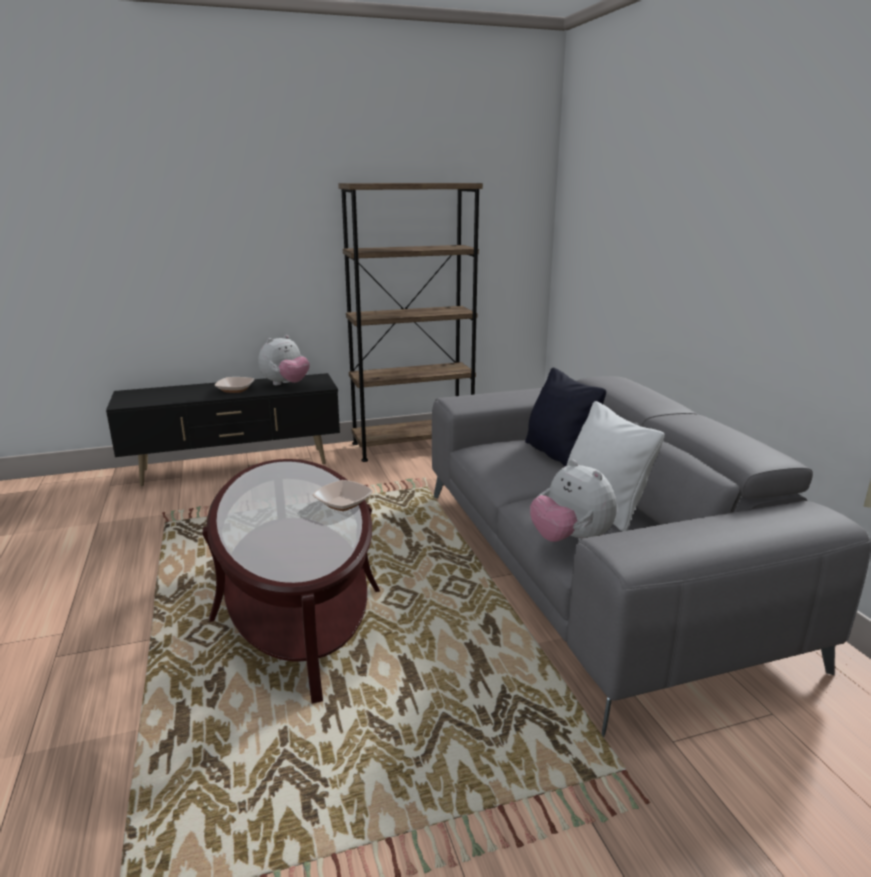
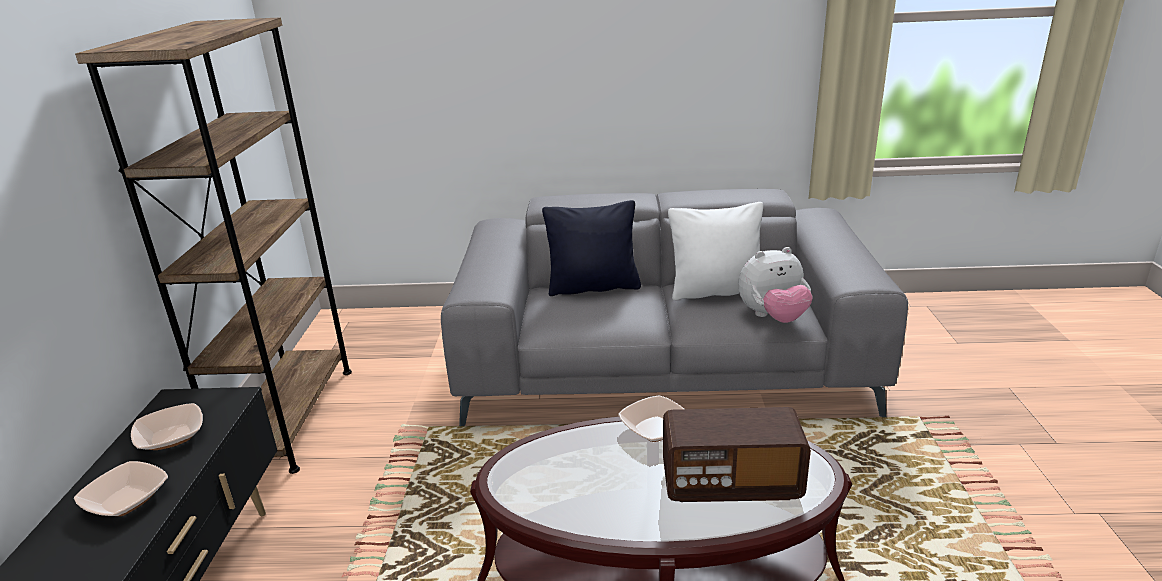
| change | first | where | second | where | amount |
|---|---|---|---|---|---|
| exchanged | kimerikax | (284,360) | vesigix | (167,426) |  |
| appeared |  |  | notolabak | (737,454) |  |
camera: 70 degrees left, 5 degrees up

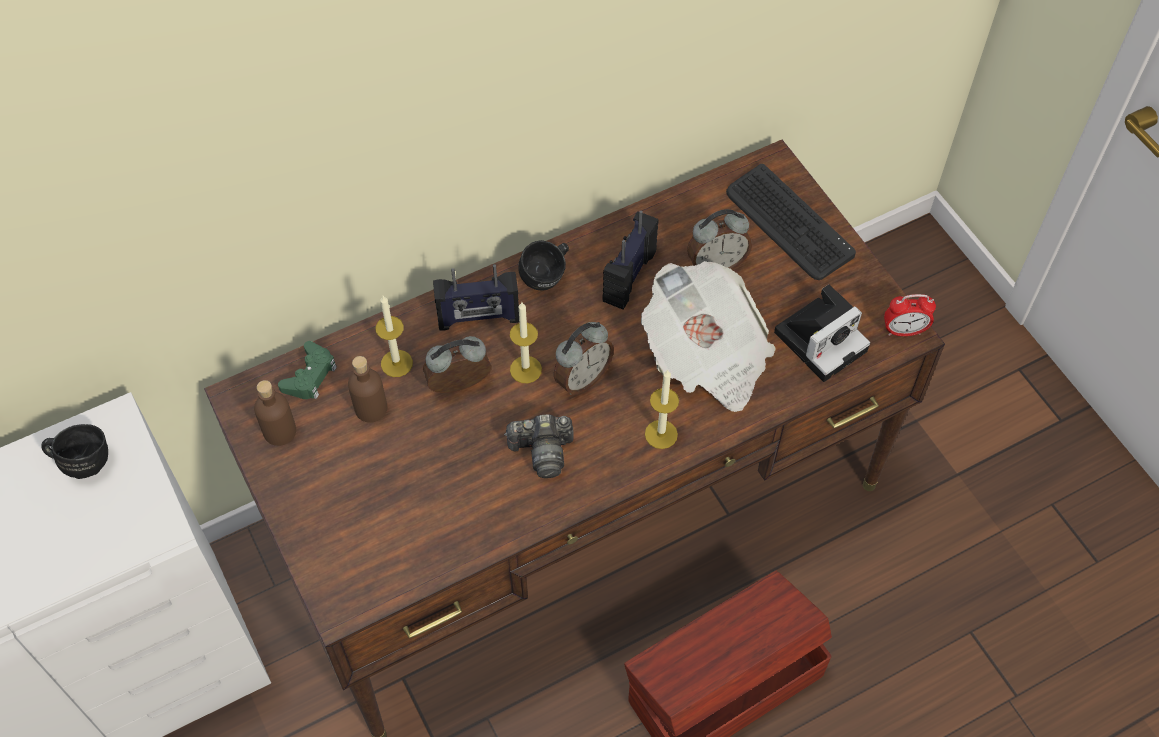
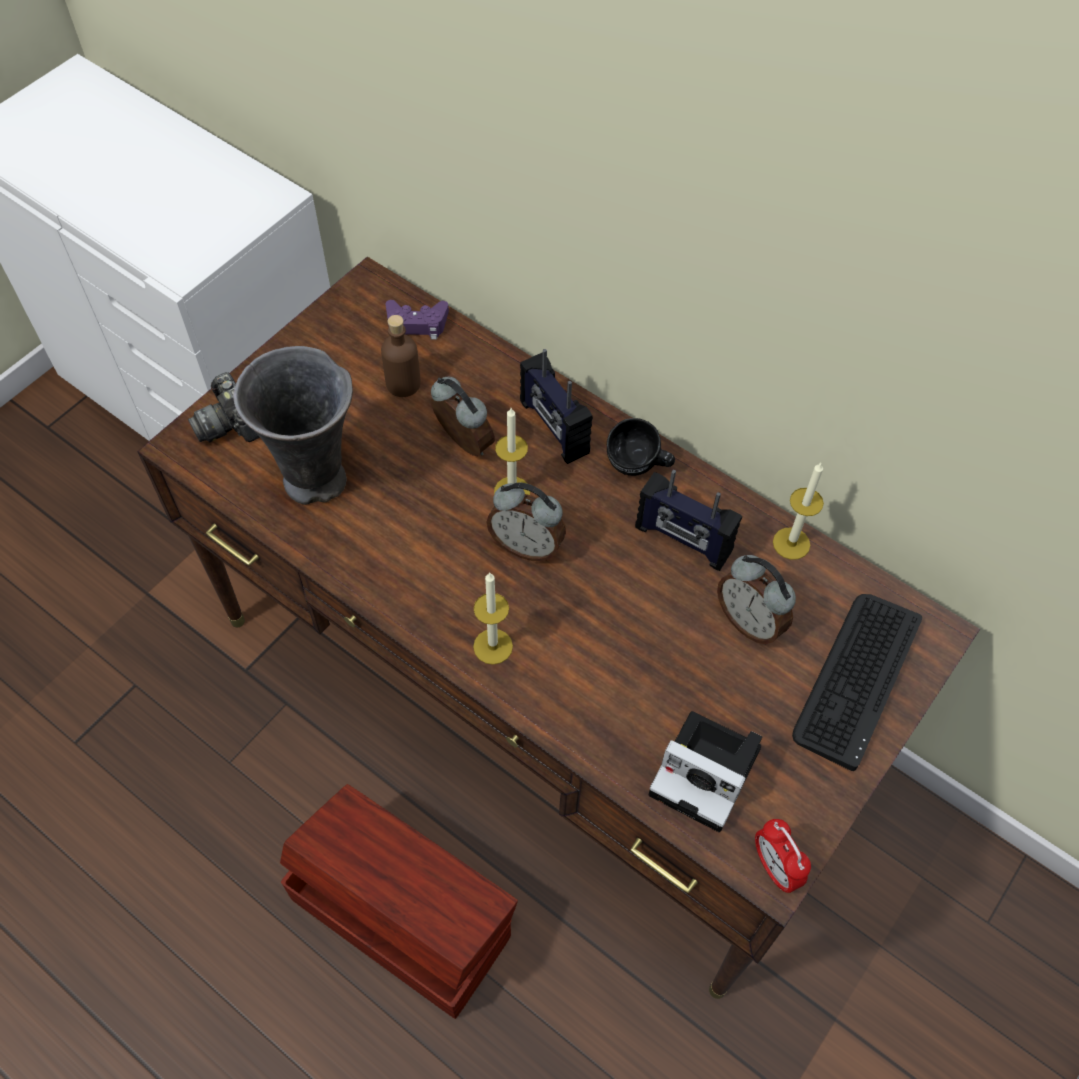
| change | first | where | second | where | amount |
|---|---|---|---|---|---|
| missing | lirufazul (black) | (74,451) |  |  |  |
| missing | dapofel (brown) | (275,413) |  |  |  |
| colour | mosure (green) | (307,370) | mosure (purple) | (417,320) |  |
| relocated | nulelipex | (394,336) |  | (798,511) |  |
| relocated | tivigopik | (539,446) |  | (224,407) |  |
| spun | notolabak | (630,259) |  | (688,520) | 150 degrees counterclockwise |
| missing | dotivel | (708,336) |  |  |  |
| appeared |  |  | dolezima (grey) | (293,425) |  |
camera: 65 degrees right, 0 degrees up

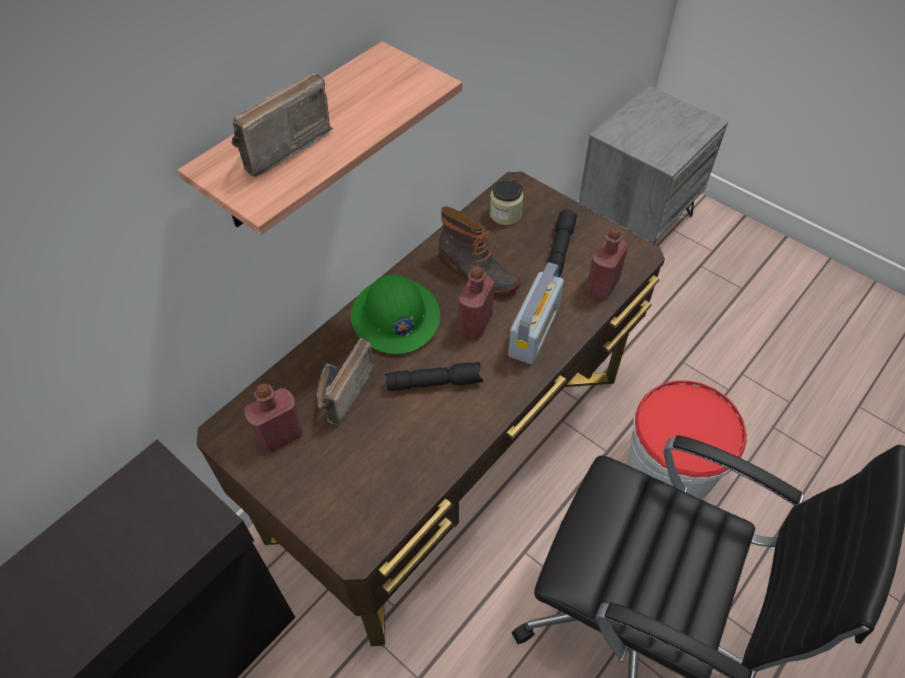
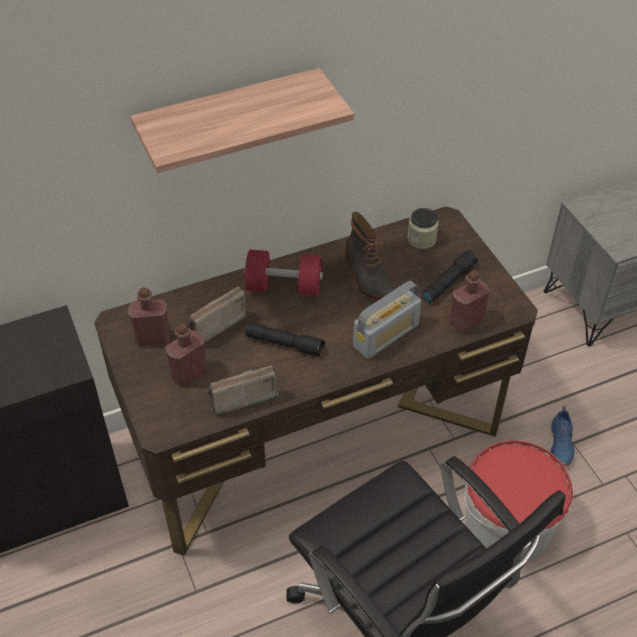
| change | first | where | second | where | amount |
|---|---|---|---|---|---|
| relocated | notolabak | (282,125) |  | (243,390) |  |
| exchanged | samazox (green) | (395,314) | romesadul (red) | (283,273) |  |
| relocated | dapofel (red) | (476,302) |  | (186,355) |  |
| appeared |  |  | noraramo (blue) | (562,436) |  |
camera: 25 degrees right, 5 degrees down

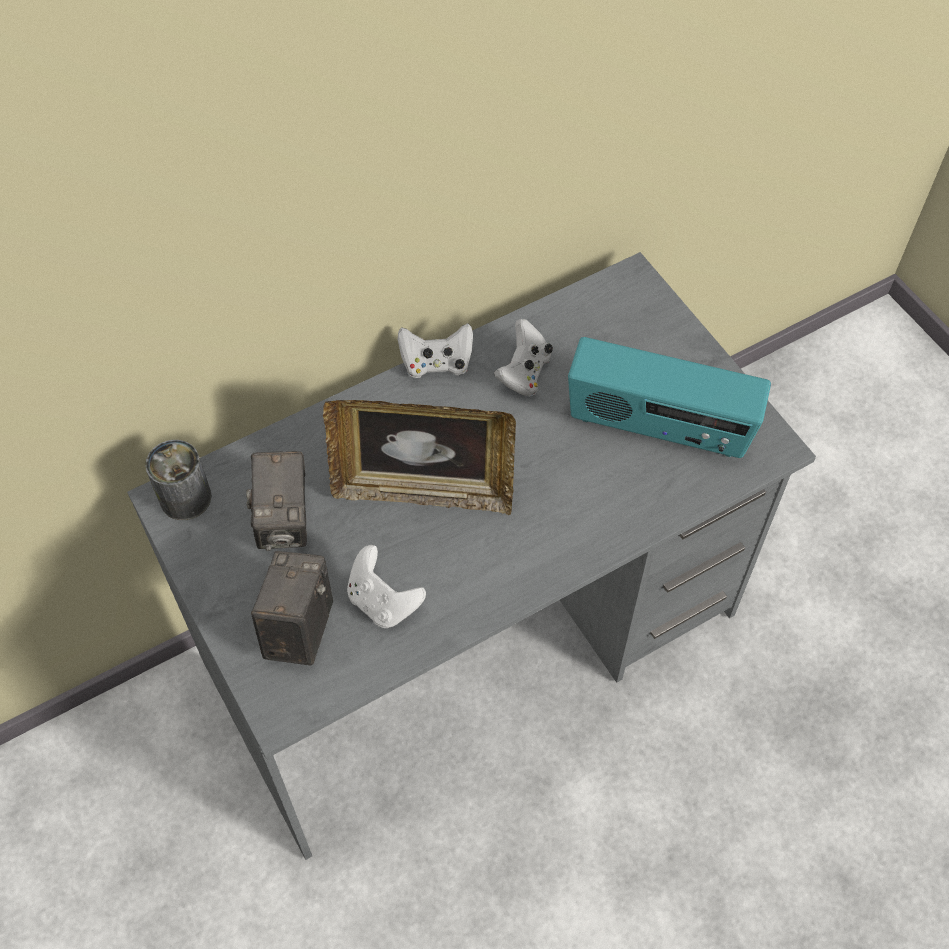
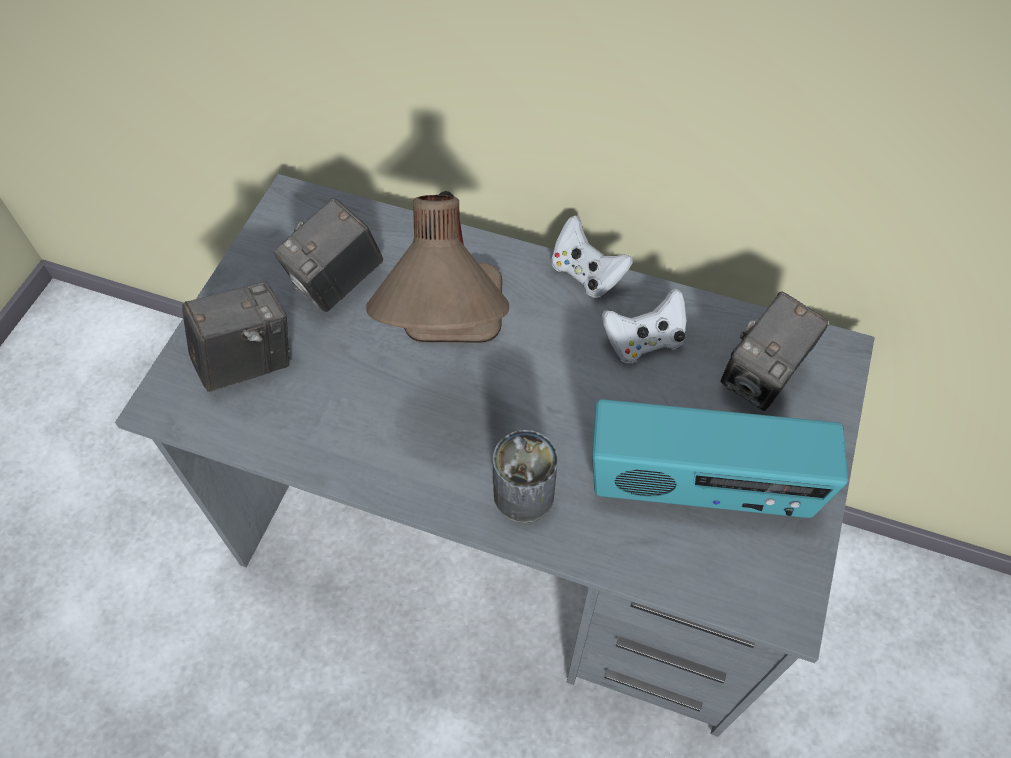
| change | first | where | second | where | amount |
|---|---|---|---|---|---|
| relocated | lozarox | (178,480) |  | (525,476) |  |
| exchanged | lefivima | (419,457) | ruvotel | (437,267) |  |
| missing | mosure (white) | (386,586) |  |  |  |
| spun | notolabak | (669,397) |  | (720,458) | 60 degrees counterclockwise |
| appeared |  |  | tivigopik | (775,351) |  |
camera: 50 degrees right, 0 degrees up

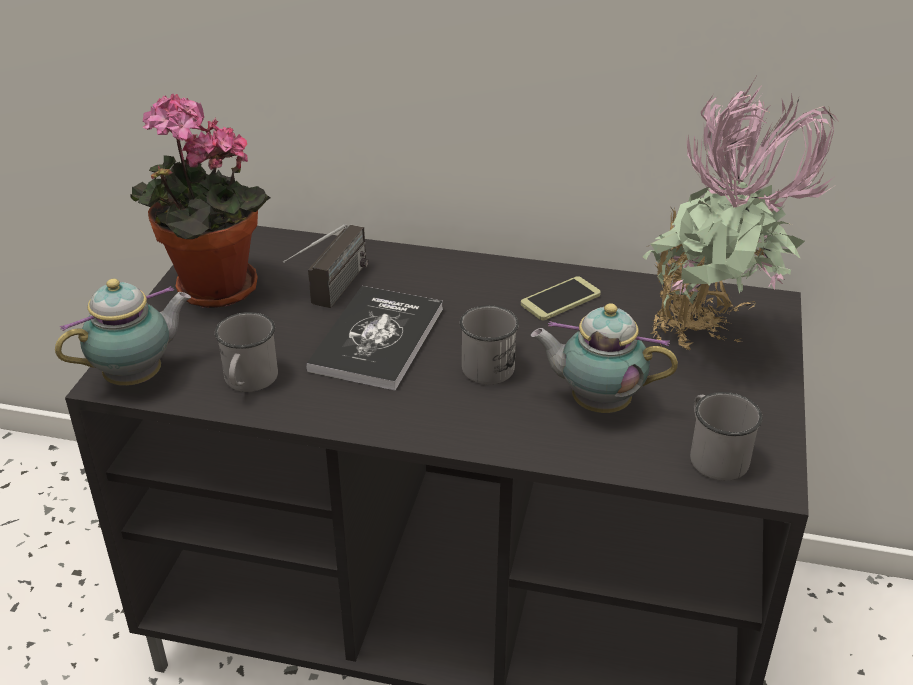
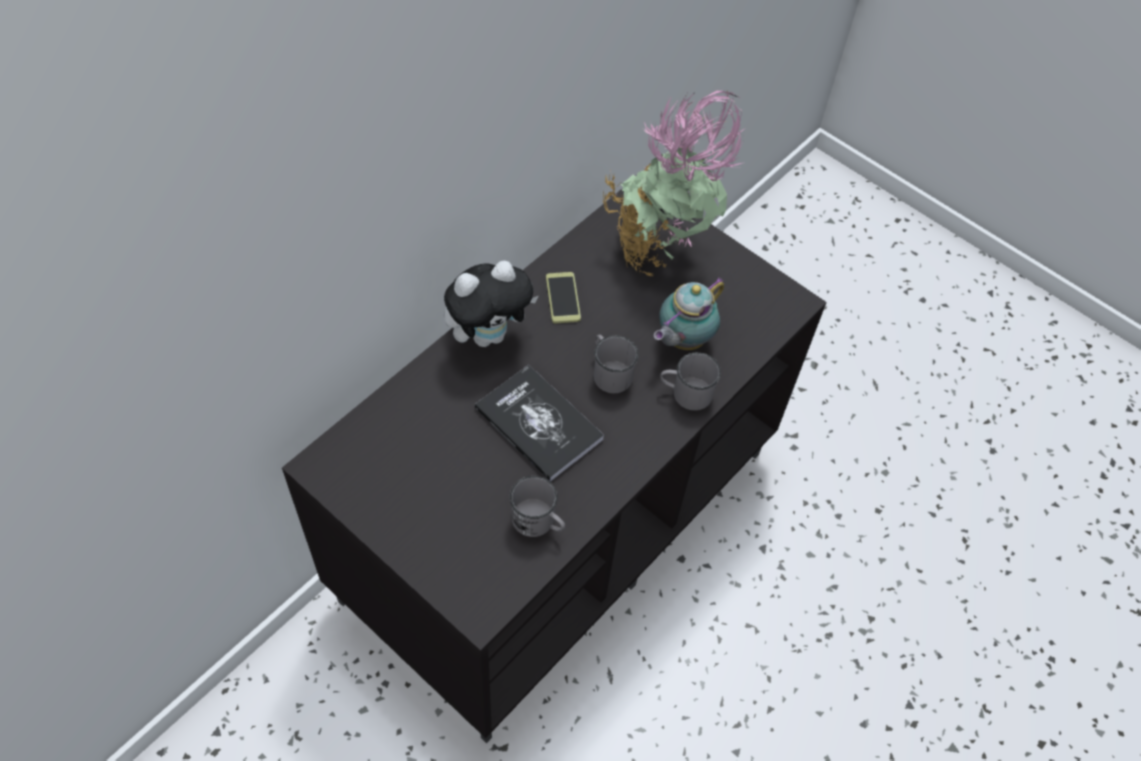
| change | first | where | second | where | amount |
|---|---|---|---|---|---|
| missing | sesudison | (123,332) |  |  |  |
| missing | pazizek | (200,201) |  |  |  |
| missing | notolabak | (326,266) |  |  |  |
| relocated | lirufazul (grey) | (726,436) |  | (690,381) |  |
| appeared |  |  | kimerikax | (491,304) |  |
camera: 65 degrees left, 20 degrees up

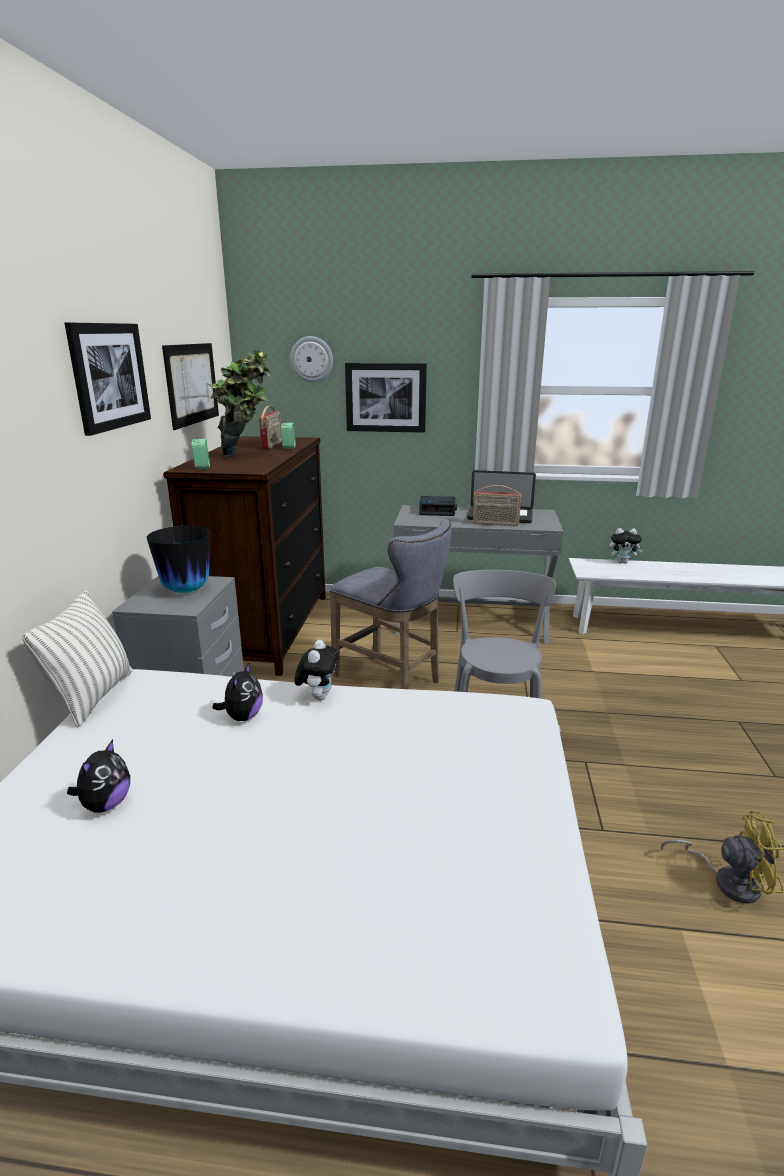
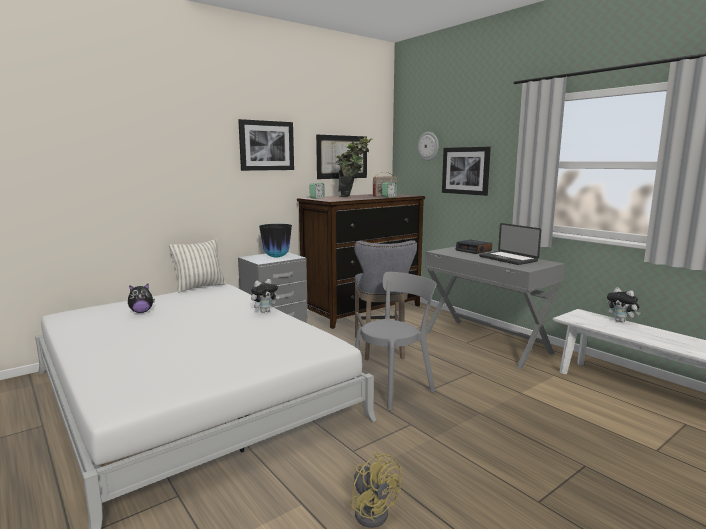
| change | first | where | second | where | amount |
|---|---|---|---|---|---|
| missing | kimerikax | (237,692) |  |  |  |
| missing | notolabak | (497,505) |  |  |  |
camera: 45 degrees right, 10 degrees down

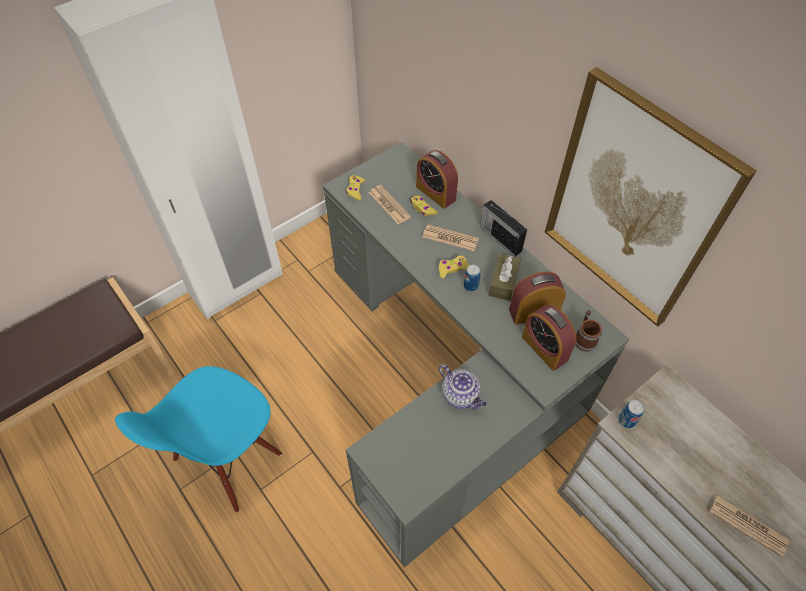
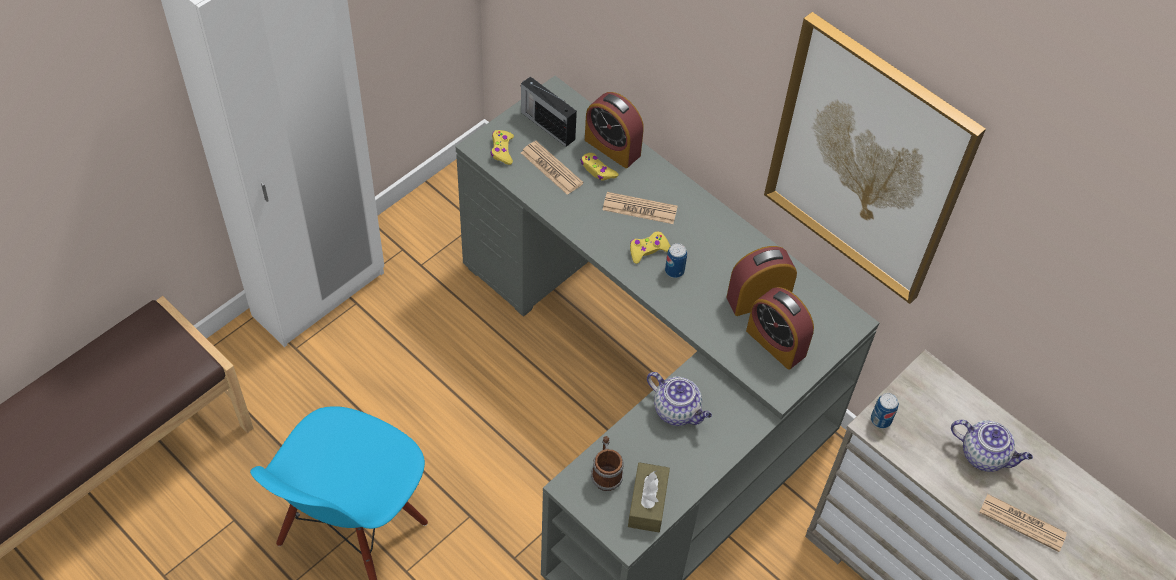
| change | first | where | second | where | amount |
|---|---|---|---|---|---|
| relocated | notolabak | (503,228) |  | (549,111) |  |
| relocated | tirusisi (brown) | (505,277) |  | (649,497) |  |
| relocated | lirufazul | (588,331) |  | (607,463) |  |
| appeared |  |  | sesudison | (992,446) |  |
camera: 10 degrees left, 0 degrees up

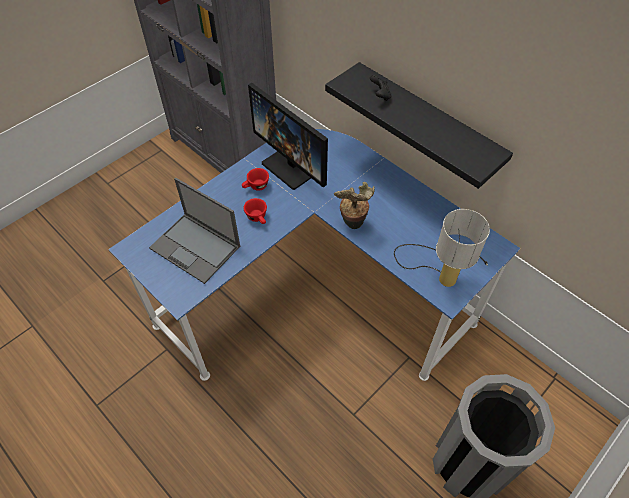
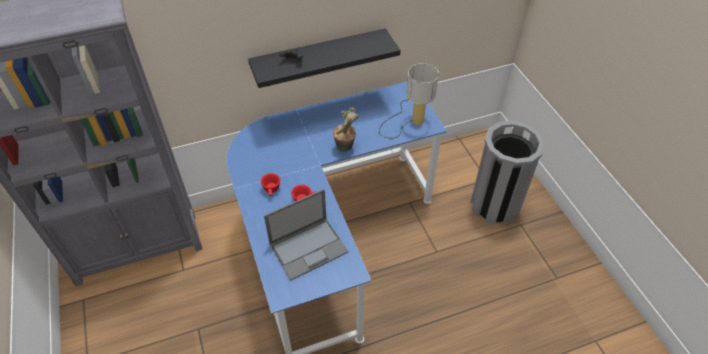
| change | first | where | second | where | amount |
|---|---|---|---|---|---|
| missing | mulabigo | (288,136) |  |  |  |
camera: 65 degrees left, 5 degrees down

